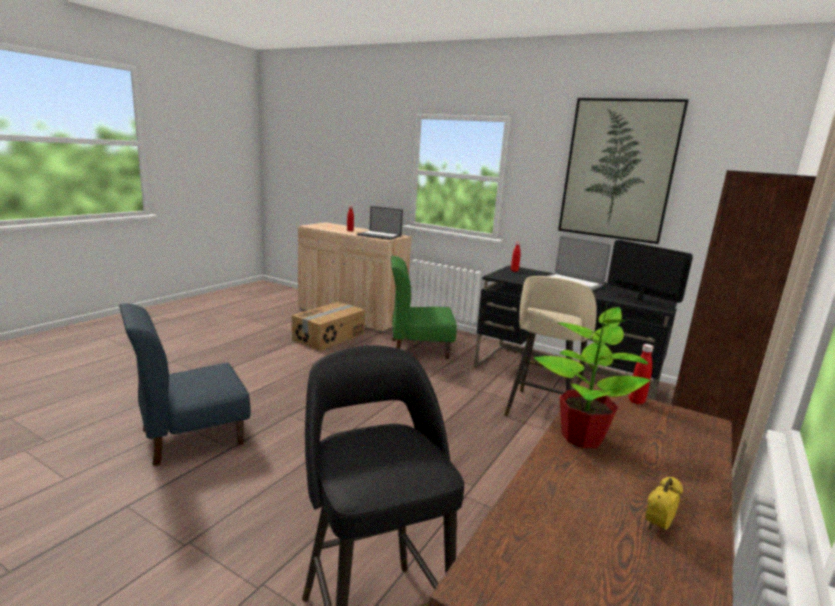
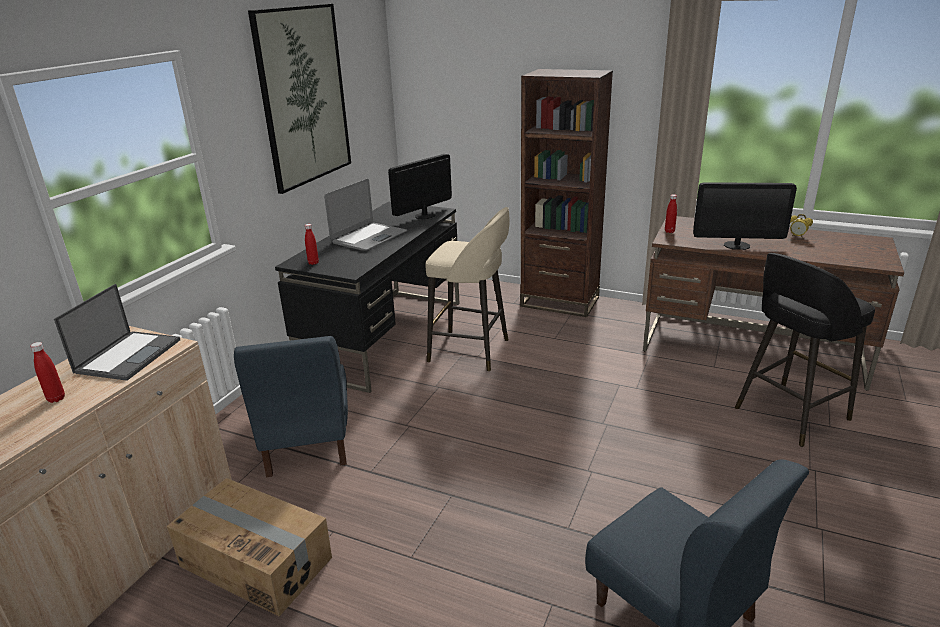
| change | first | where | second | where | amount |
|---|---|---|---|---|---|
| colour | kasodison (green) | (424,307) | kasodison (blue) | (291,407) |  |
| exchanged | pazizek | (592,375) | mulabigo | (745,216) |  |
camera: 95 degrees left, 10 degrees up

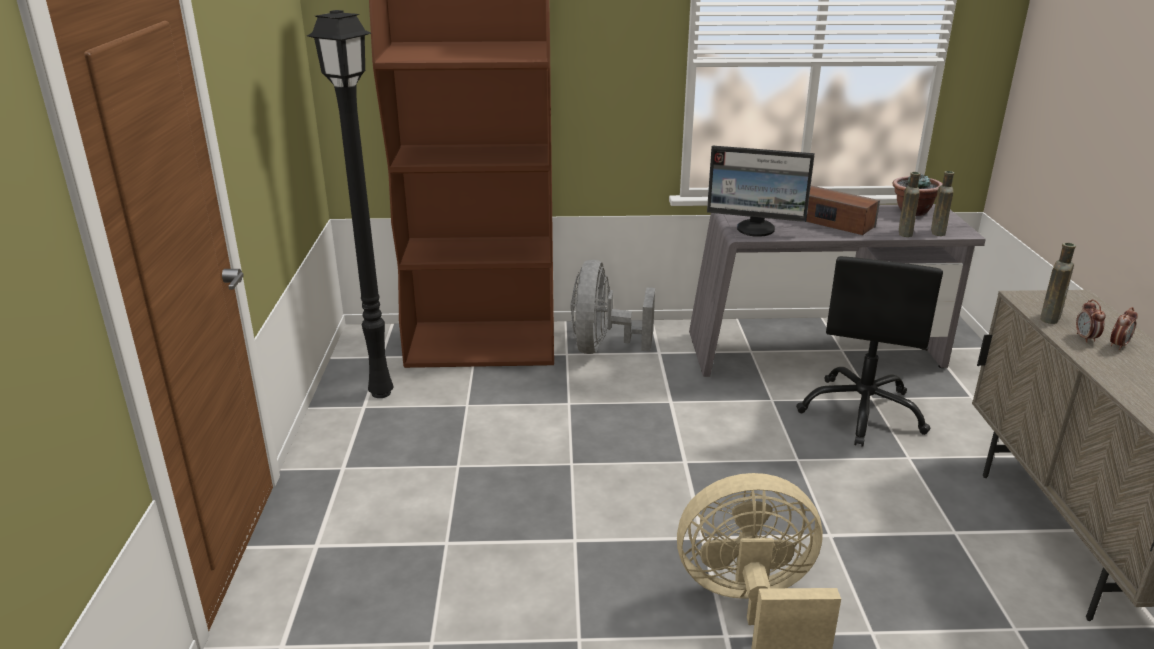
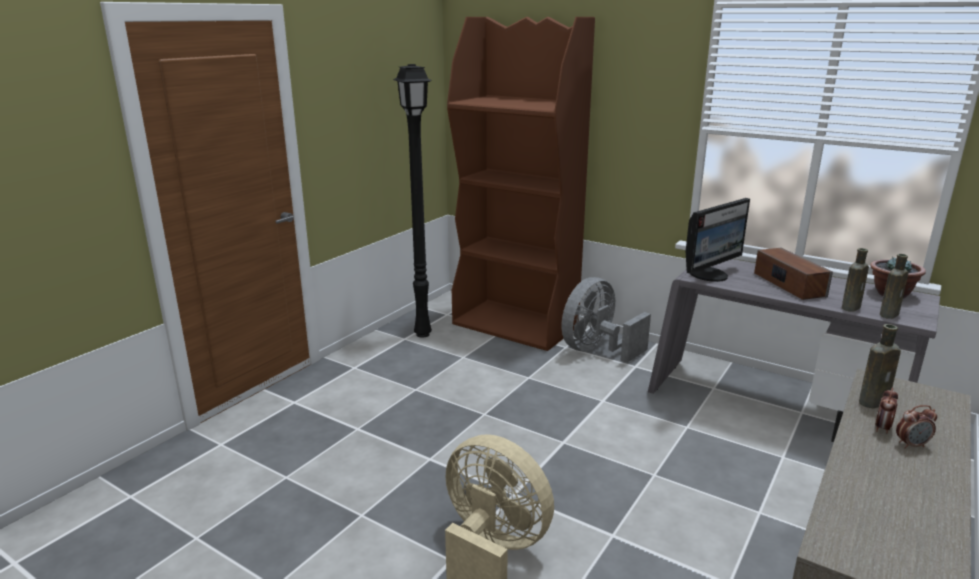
| change | first | where | second | where | amount |
|---|---|---|---|---|---|
| spun | mulabigo | (761,191) |  | (718,240) | 90 degrees counterclockwise |
| missing | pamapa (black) | (869,351) |  |  |  |
camera: 35 degrees right, 5 degrees down

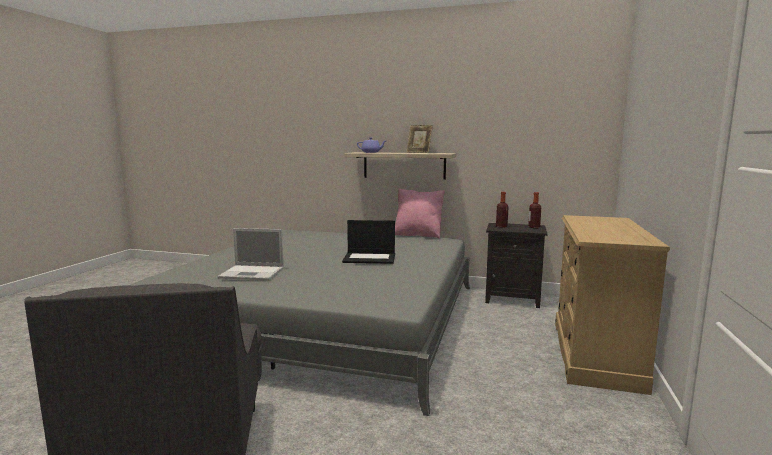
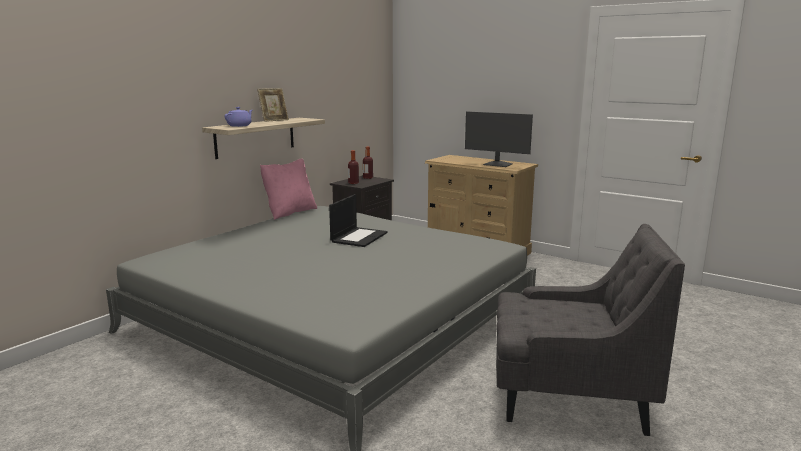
| change | first | where | second | where | amount |
|---|---|---|---|---|---|
| missing | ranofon | (250,254) |  |  |  |
| appeared |  |  | mulabigo | (499,139) |  |
camera: 70 degrees left, 5 degrees up

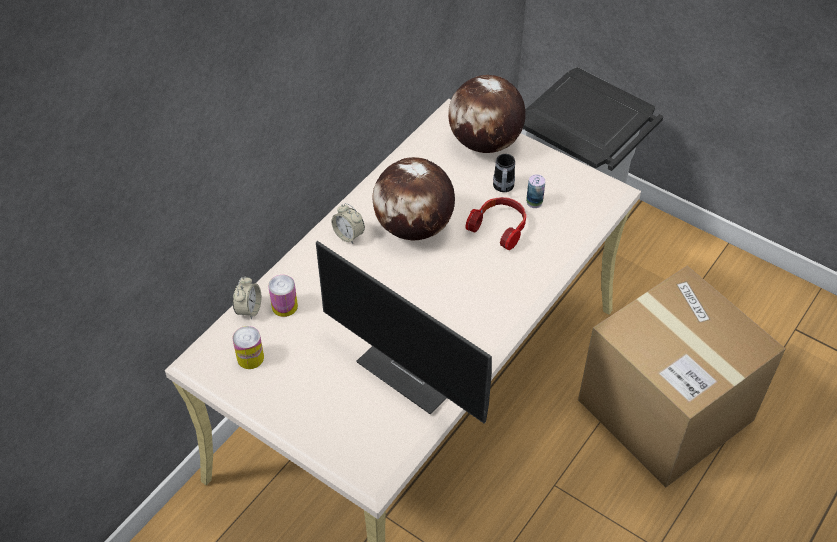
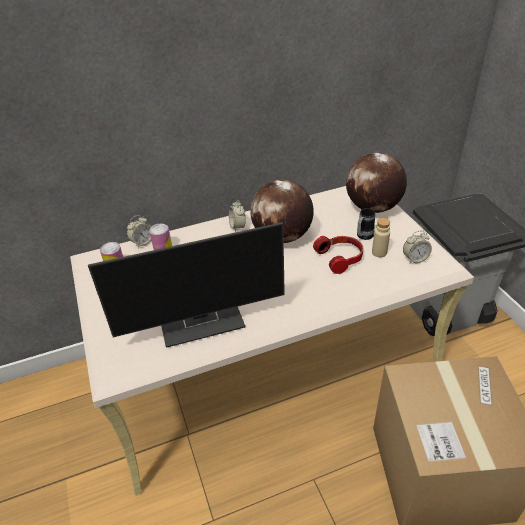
| change | first | where | second | where | amount |
|---|---|---|---|---|---|
| spun | mulabigo | (404,332) |  | (186,285) | 90 degrees counterclockwise |
| exchanged | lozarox | (535,191) | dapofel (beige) | (381,237) |  |
| appeared |  |  | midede | (417,246) |  |
camera: 35 degrees right, 10 degrees down

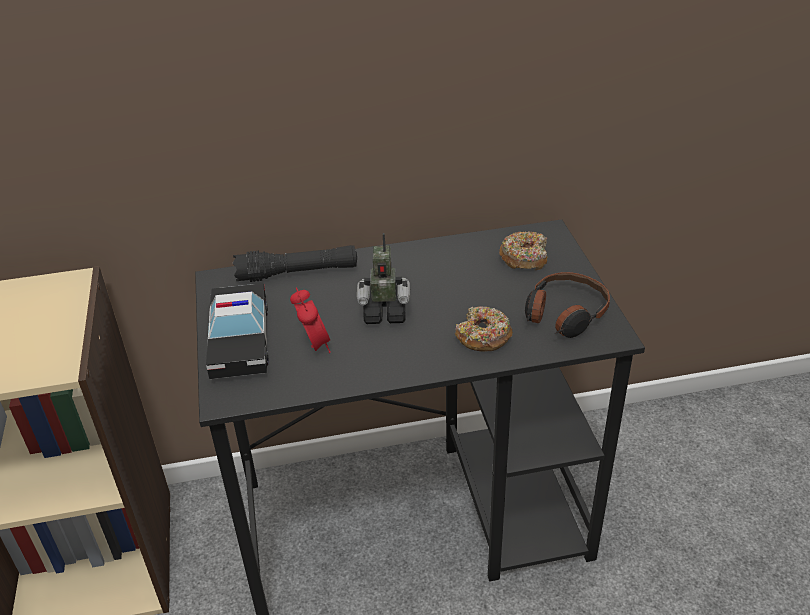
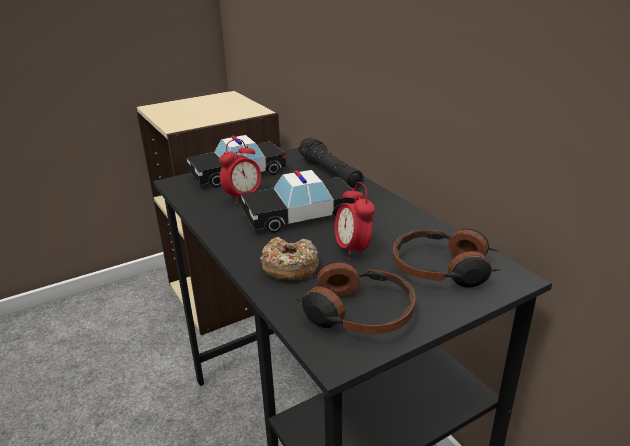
| change | first | where | second | where | amount |
|---|---|---|---|---|---|
| exchanged | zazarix | (383,278) | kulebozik | (299,201) |  |
| exchanged | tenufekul | (523,250) | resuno | (447,258) |  |
| appeared |  |  | midede | (355,221) |  |
camera: 70 degrees right, 10 degrees down

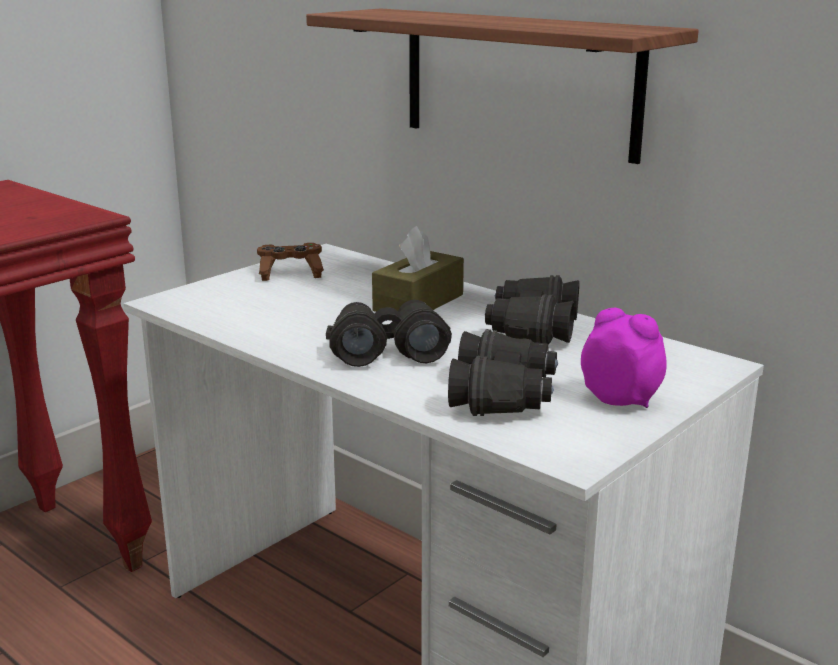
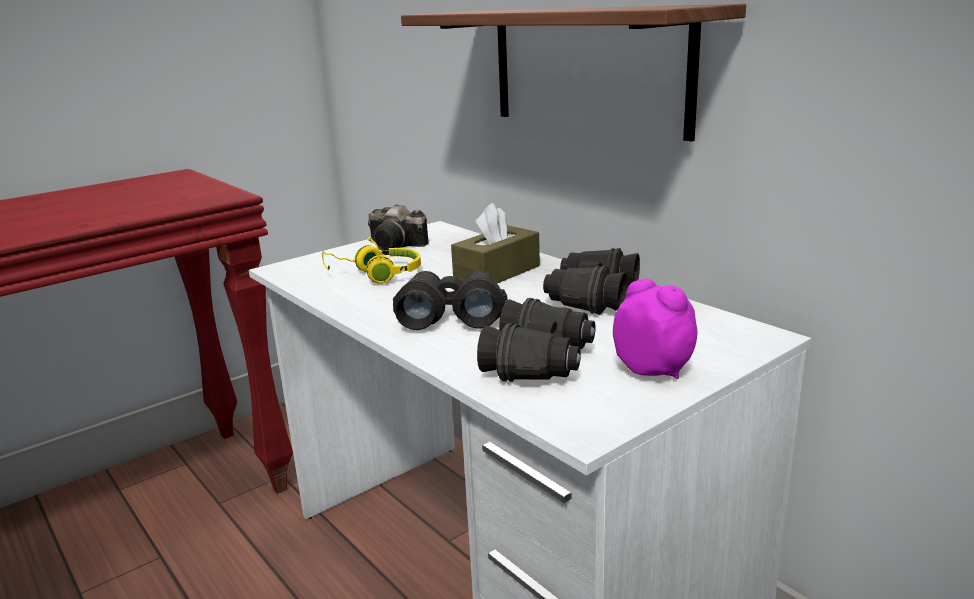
| change | first | where | second | where | amount |
|---|---|---|---|---|---|
| exchanged | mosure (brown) | (290,262) | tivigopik | (398,227) |  |
| appeared |  |  | resuno (yellow) | (371,260) |  |
camera: 10 degrees right, 0 degrees up

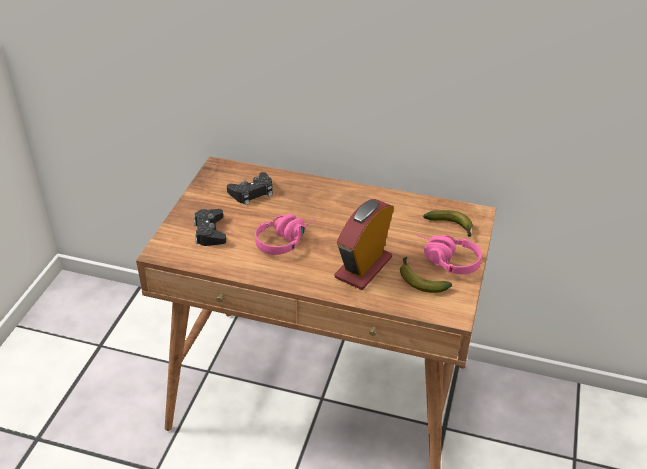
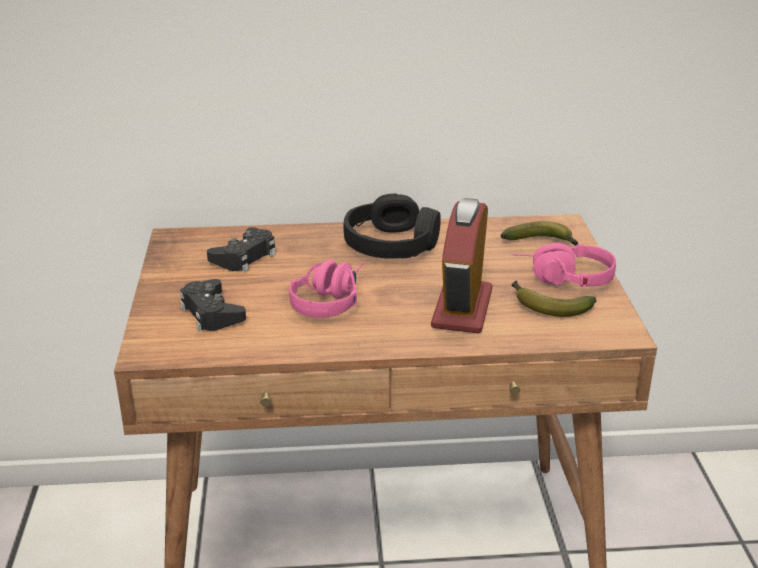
| change | first | where | second | where | amount |
|---|---|---|---|---|---|
| appeared |  |  | resuno (black) | (392,226) |  |
camera: 20 degrees left, 10 degrees down

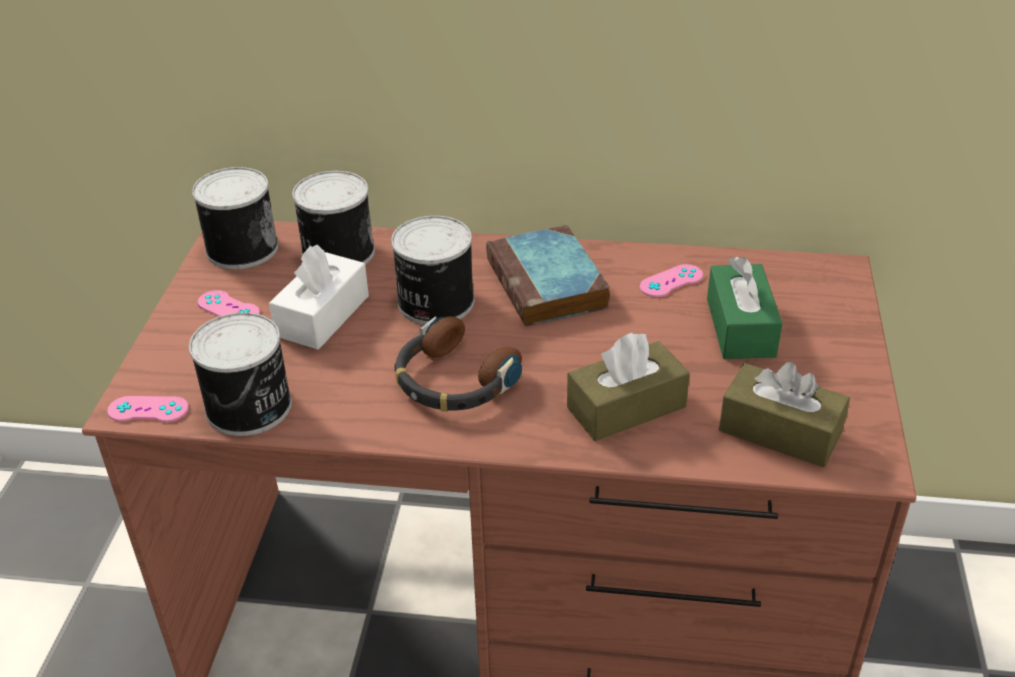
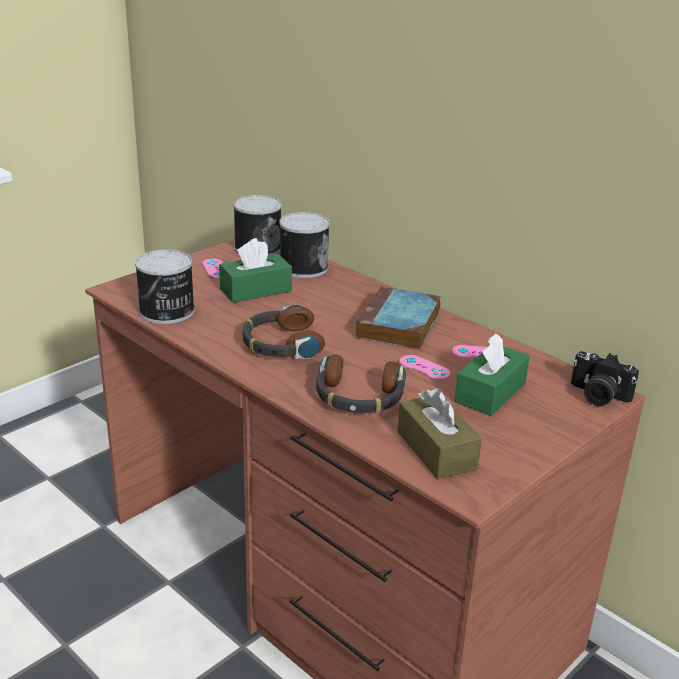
| change | first | where | second | where | amount |
|---|---|---|---|---|---|
| relocated | mosure (pink) | (148,409) |  | (425,367) |  |
| colour | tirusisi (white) | (319,297) | tirusisi (green) | (255,270) |  |
| missing | lozarox | (432,270) |  |  |  |
| exchanged | tirusisi (brown) | (628,387) | resuno | (361,384) |  |
| appeared |  |  | tivigopik | (605,379) |  |
camera: 35 degrees right, 10 degrees down

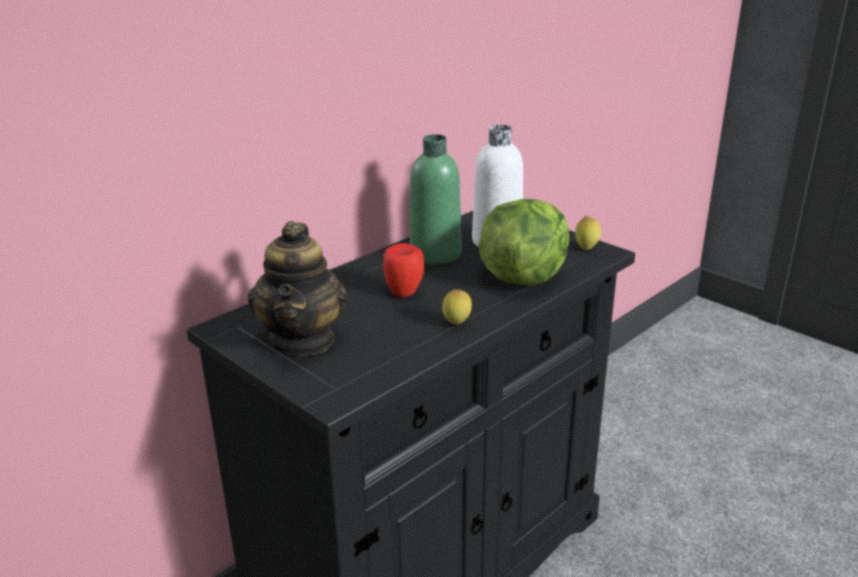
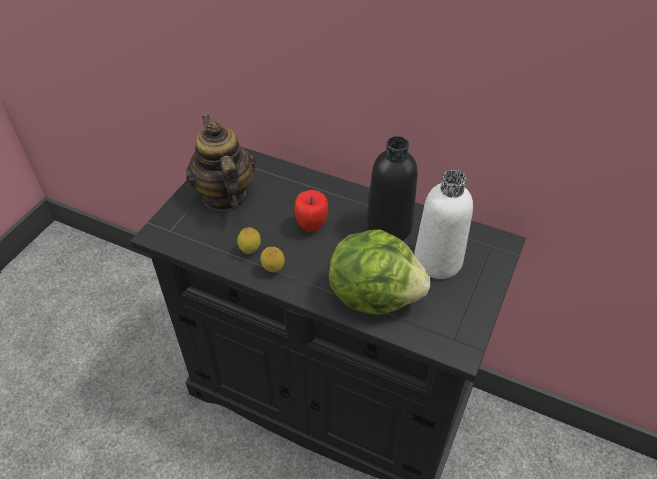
| change | first | where | second | where | amount |
|---|---|---|---|---|---|
| spun | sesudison | (298,288) |  | (221,163) | 90 degrees clockwise |
| colour | dapofel (green) | (436,199) | dapofel (black) | (392,188) |  |
| relocated | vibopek | (588,233) |  | (249,240) |  |
camera: 70 degrees right, 20 degrees up

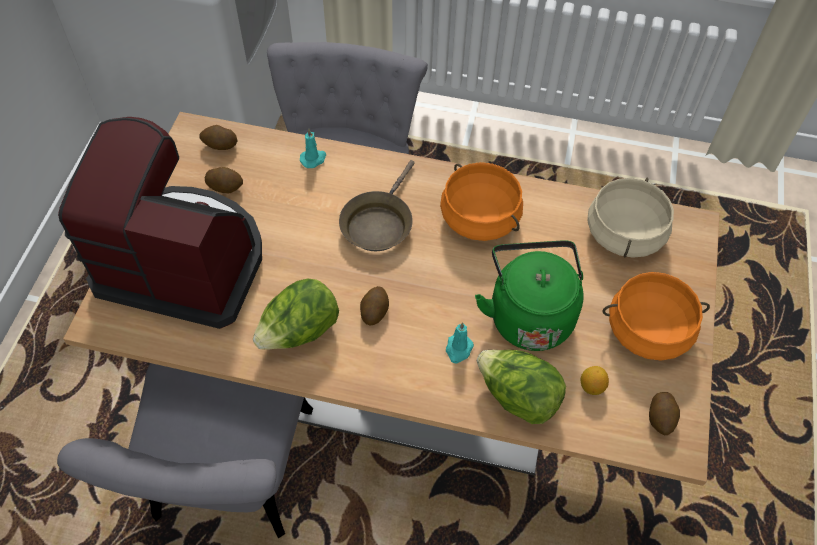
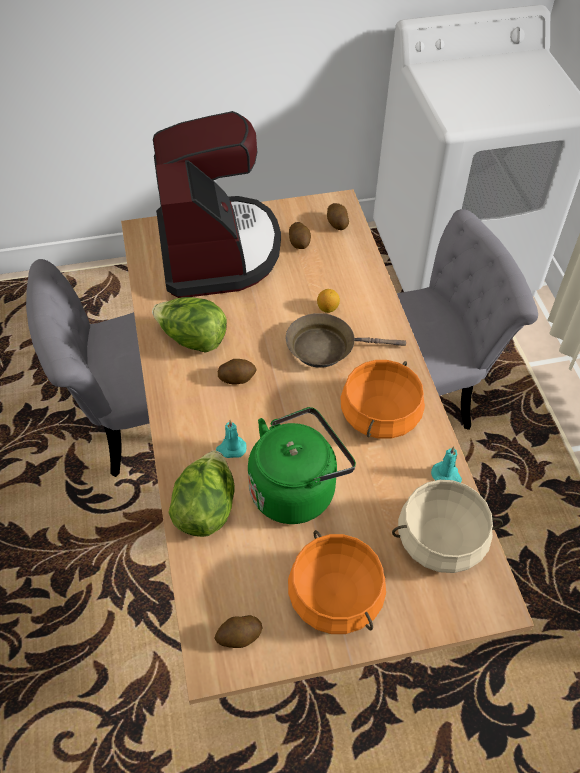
| change | first | where | second | where | amount |
|---|---|---|---|---|---|
| relocated | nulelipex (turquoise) | (313,148) |  | (446,464) |  |
| relocated | vibopek | (595,380) |  | (328,301) |  |
camera: 65 degrees right, 5 degrees down

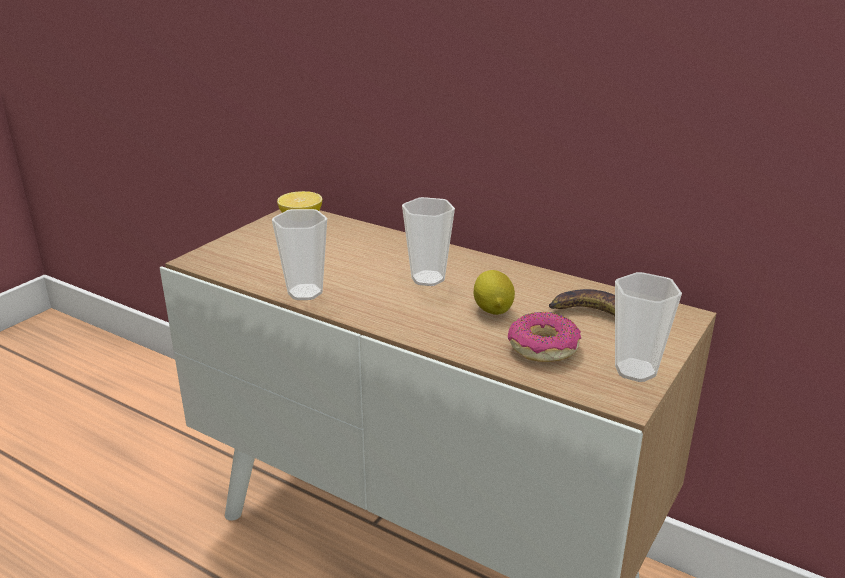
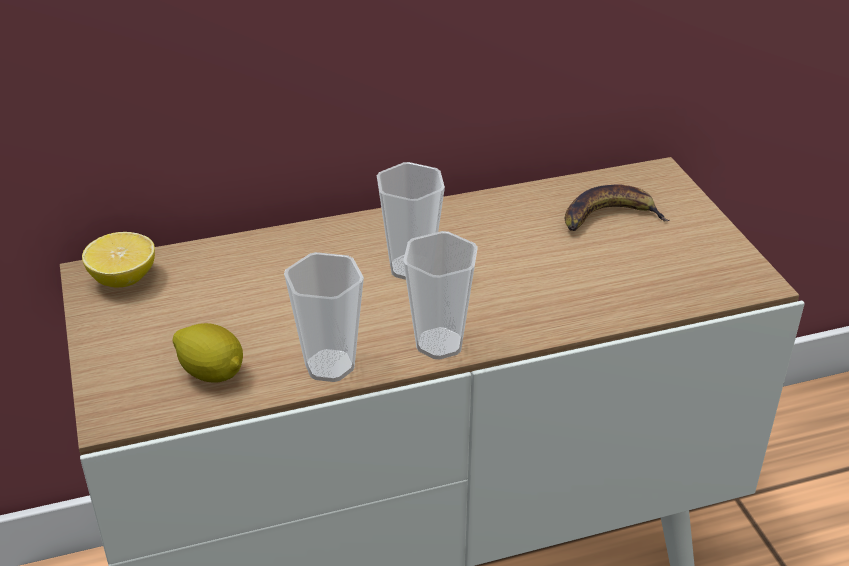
| change | first | where | second | where | amount |
|---|---|---|---|---|---|
| relocated | vibopek | (494,292) |  | (208,353) |  |
| missing | tenufekul | (544,337) |  |  |  |
| relocated | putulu | (648,327) |  | (440,295) |  |
camera: 50 degrees left, 10 degrees up

